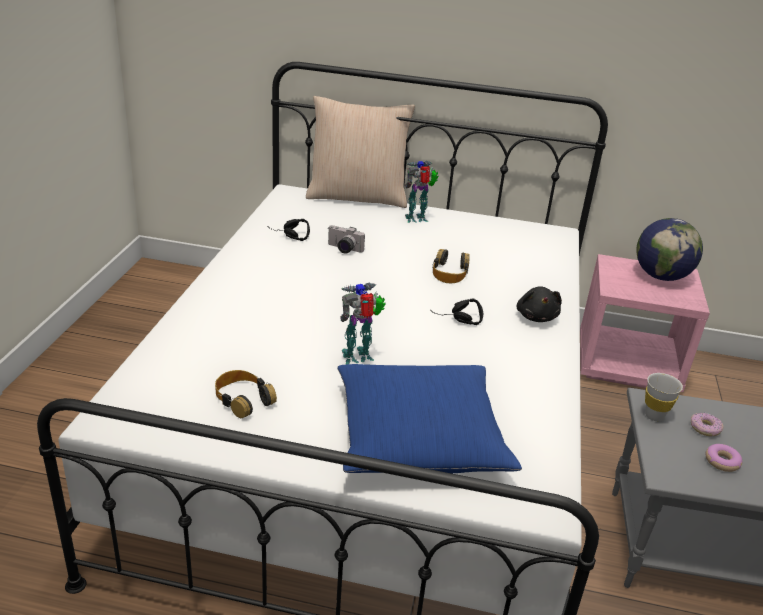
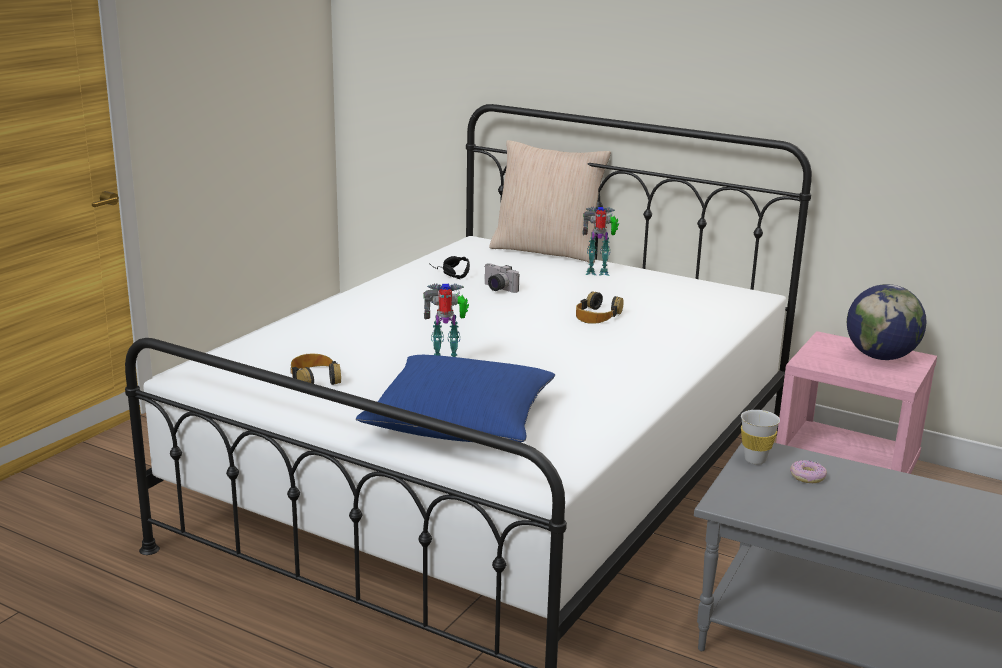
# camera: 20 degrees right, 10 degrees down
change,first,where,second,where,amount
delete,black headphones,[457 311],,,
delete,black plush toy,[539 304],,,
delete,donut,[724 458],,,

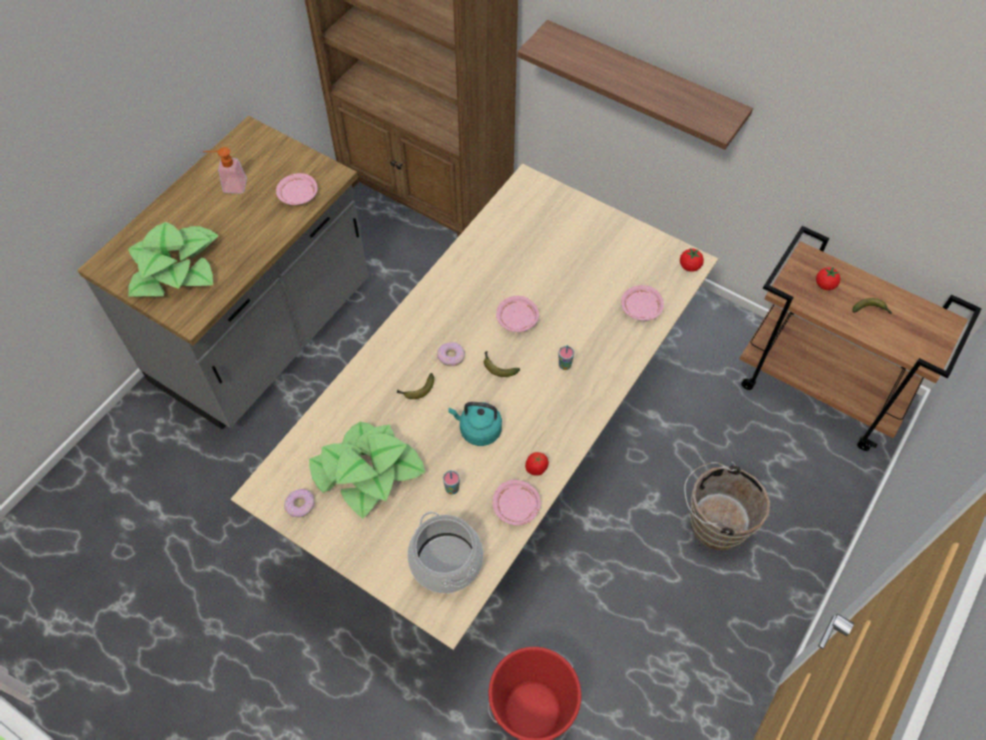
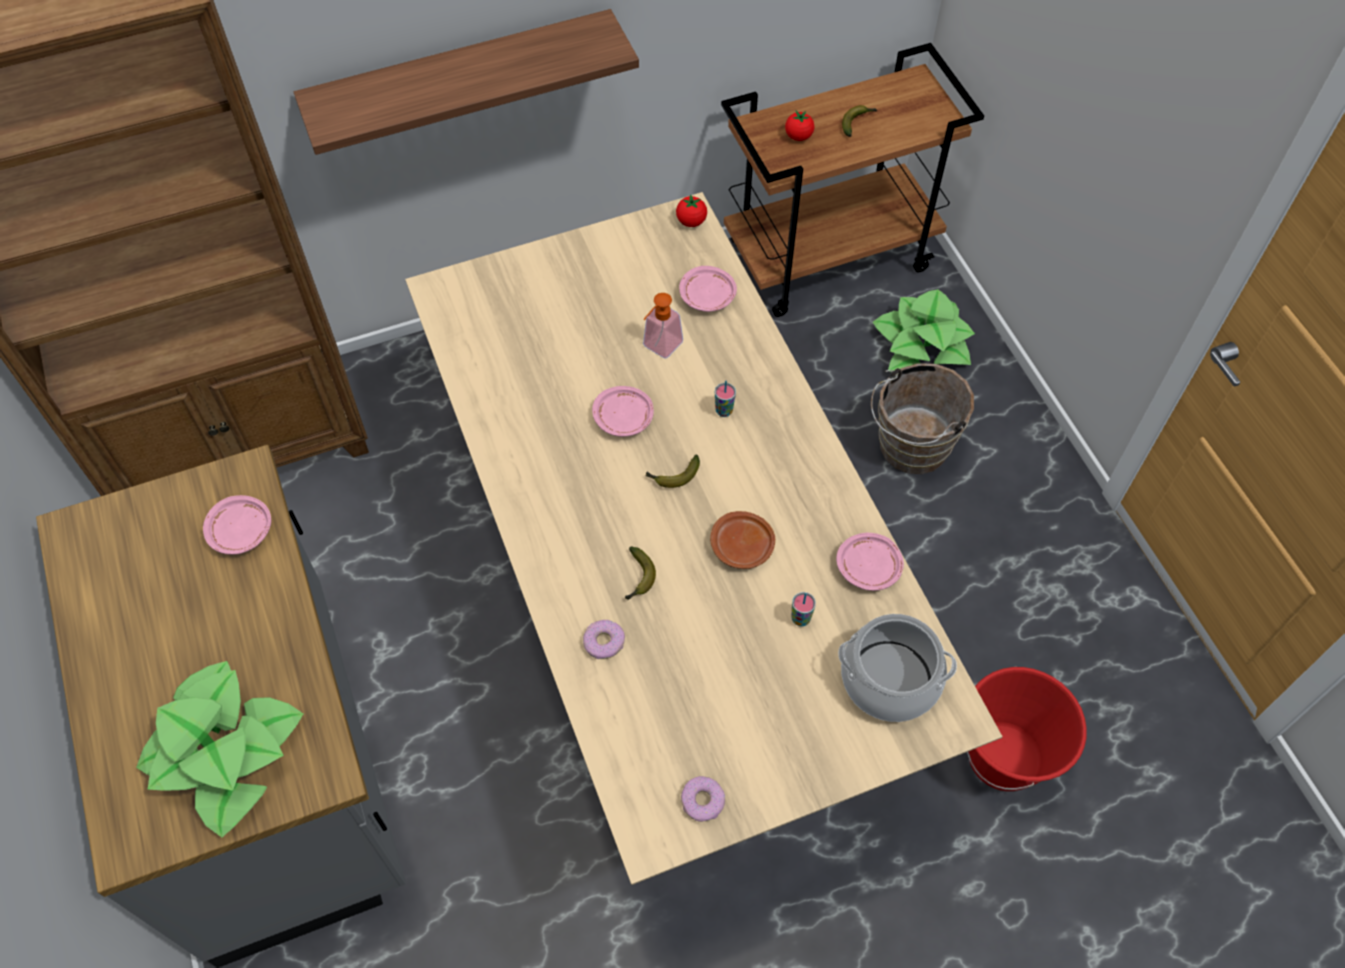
# camera: 55 degrees left, 0 degrees up
change,first,where,second,where,amount
move,donut,[451 354],,[604 639],
move,soap dispenser,[225 170],,[663 326],
replace,turquoise kettle,[475 424],brown plate,[742 540],
move,potted plant,[367 470],,[924 330],
delete,tomato,[537 464],,,

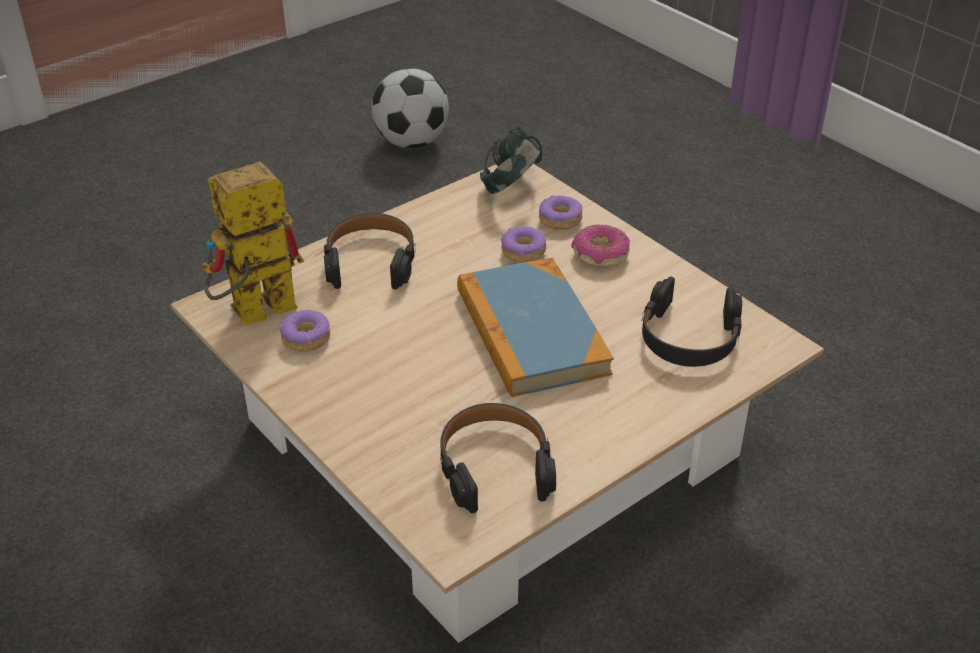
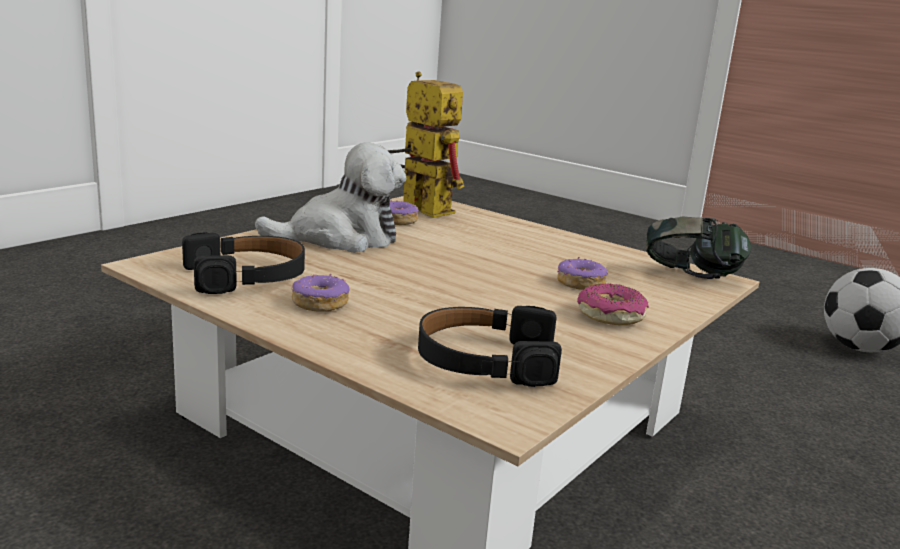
# camera: 75 degrees right, 20 degrees down
change,first,where,second,where,amount
insert,,,plush toy,[330 197],
move,donut,[560 212],,[321 293],
delete,black headphones,[370 251],,,
delete,book,[535 327],,,

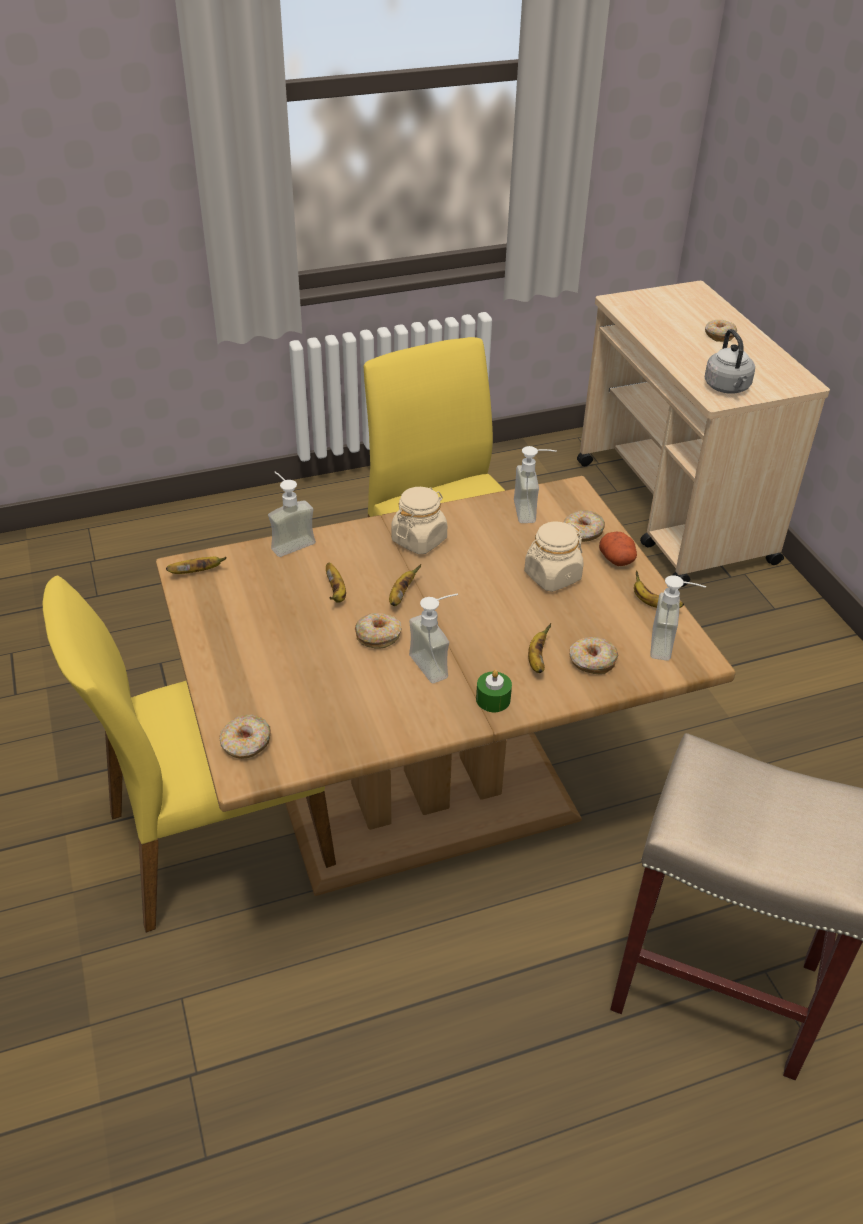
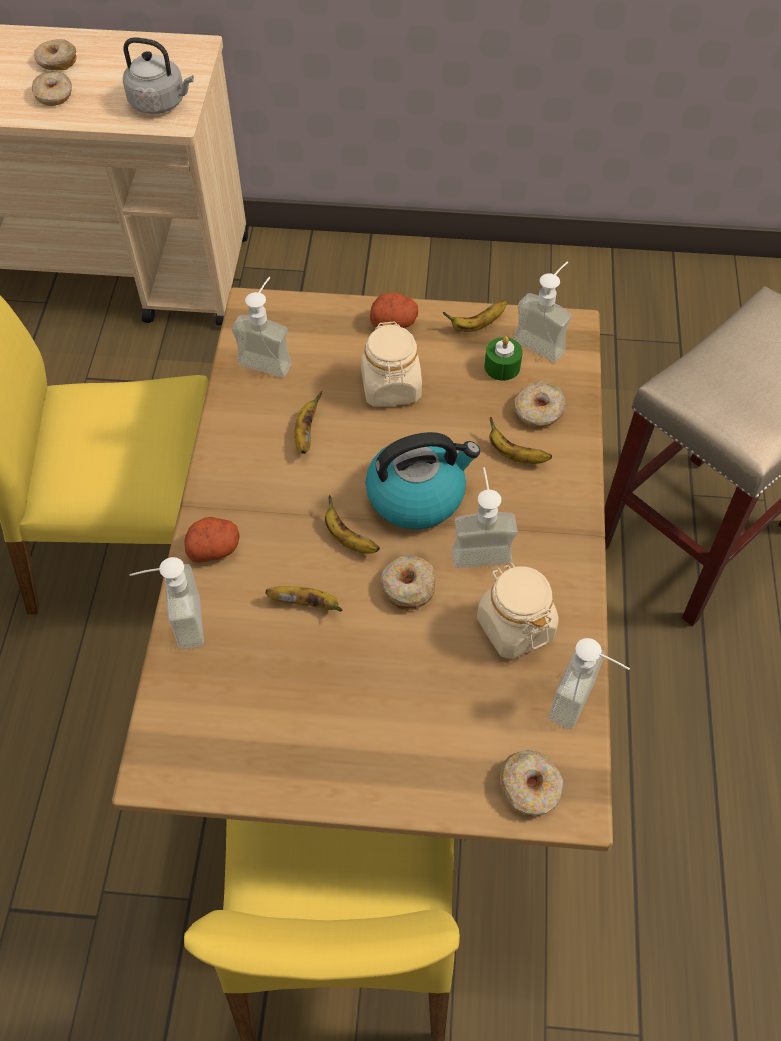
# camera: 65 degrees left, 15 degrees up
change,first,where,second,where,amount
move,donut,[584 526],,[52 88],
insert,,,potato,[211 540],
move,banana,[196 565],,[308 422],
insert,,,kettle,[422 481],
move,beige jar,[419 520],,[518 610],
move,green candle,[494 691],,[503 359],
insert,,,soap dispenser,[589 683],

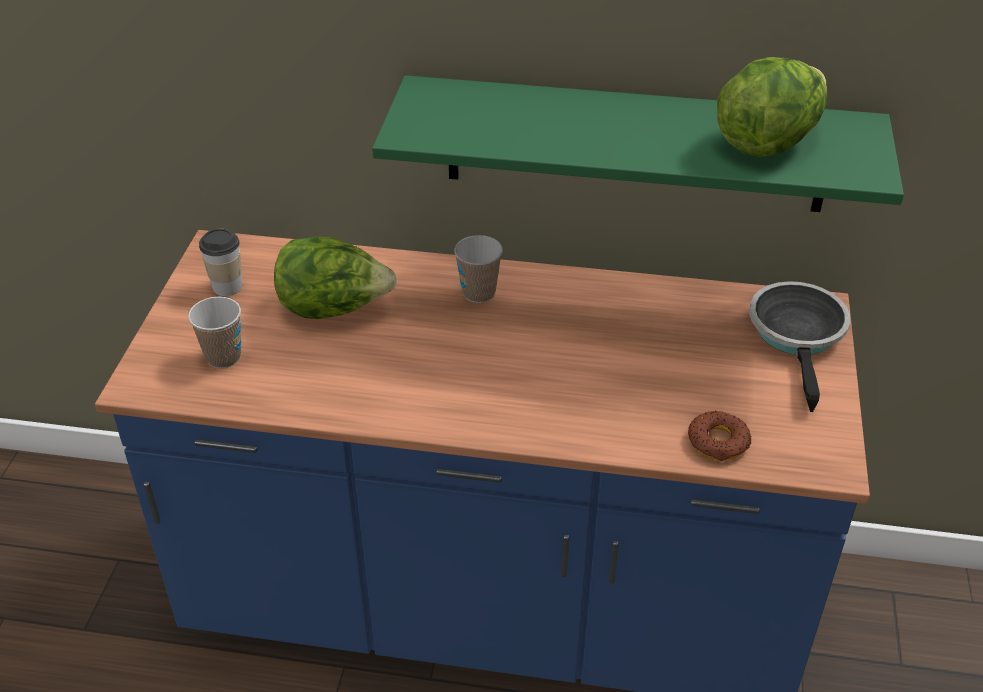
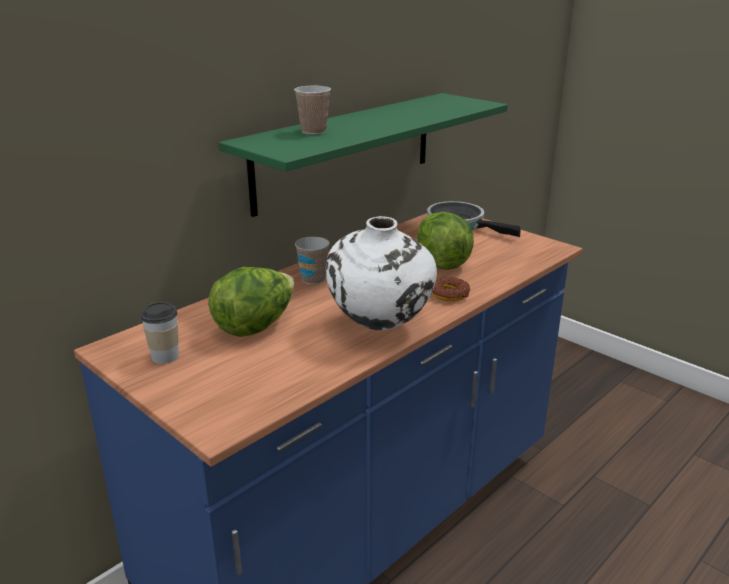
# camera: 55 degrees left, 15 degrees down
change,first,where,second,where,amount
move,cup,[214 332],,[312 110],
insert,,,white vase,[381 273],
move,lettuce,[772 107],,[445 241],
move,donut,[720 436],,[451 289],

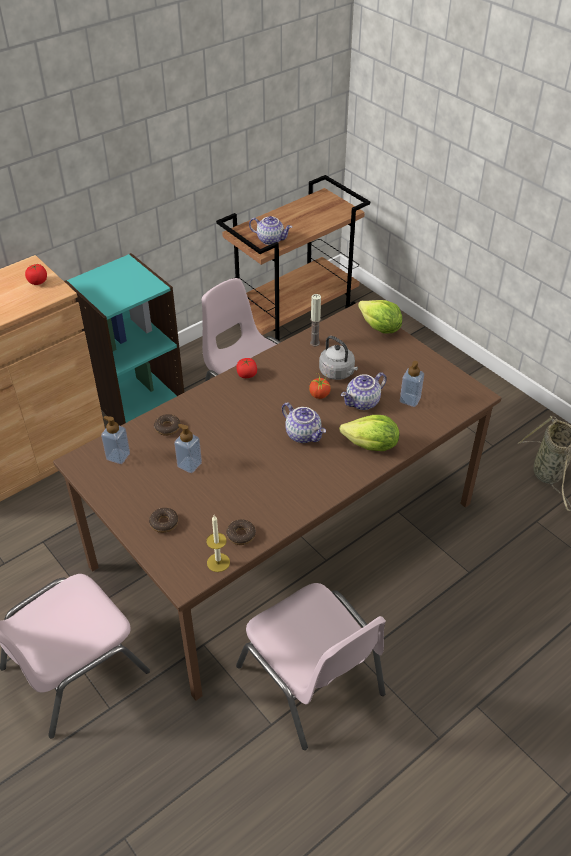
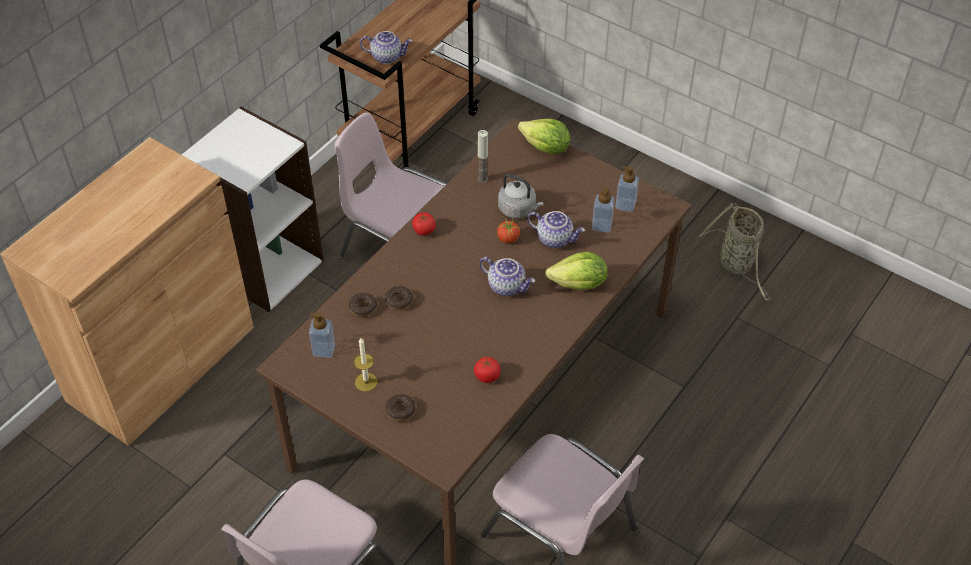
# camera: 15 degrees left, 5 degrees up
change,first,where,second,where,amount
recolor,turquoise bookcase,[124 339],white bookcase,[253 209],
move,candle,[218 543],,[366 364],
move,donut,[241 532],,[399 298],
move,tomato,[36 274],,[487 370],
rotate,teapot,[364 391],,[556 229],105 degrees counterclockwise
move,soap dispenser,[188 448],,[627 189],

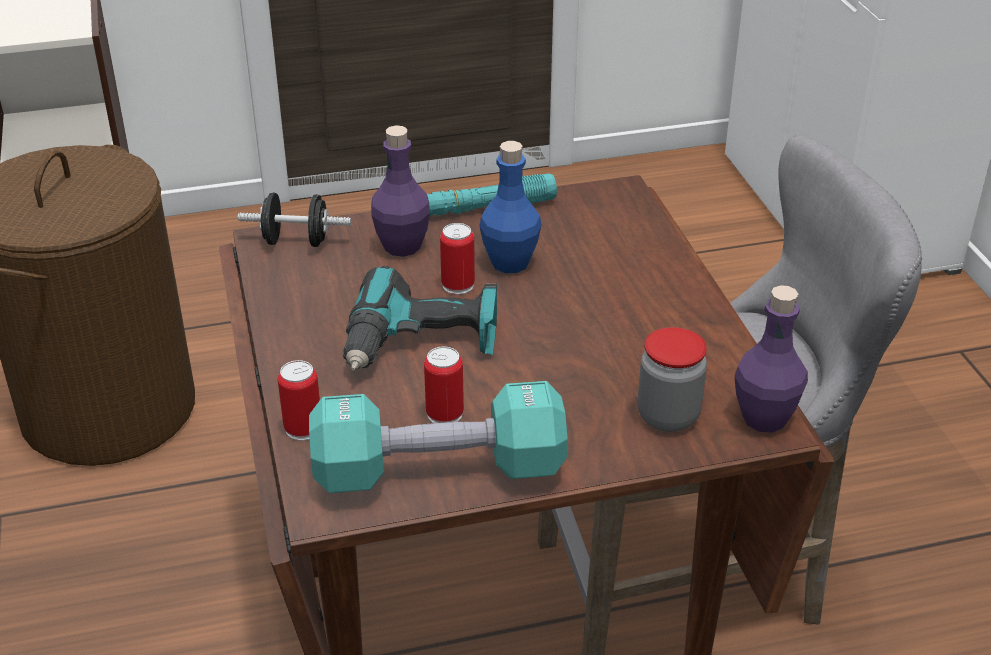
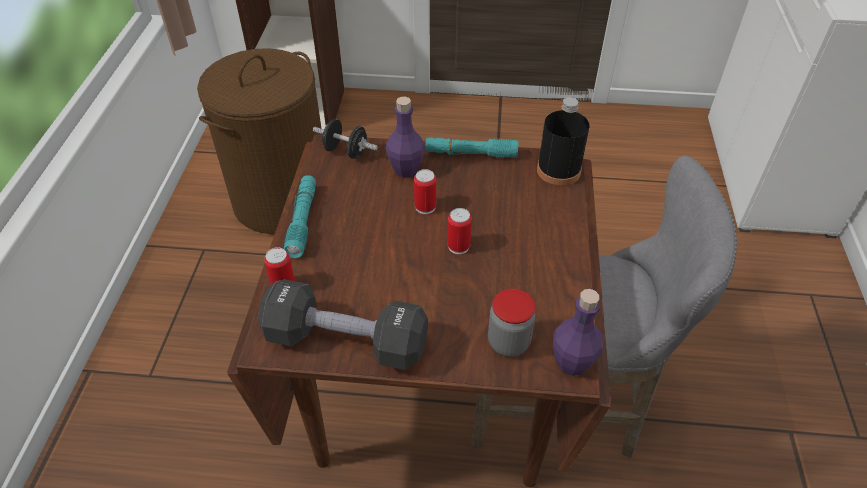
# camera: 20 degrees right, 10 degrees up
change,first,where,second,where,amount
recolor,turquoise dumbbell,[438 437],black dumbbell,[343 324],
insert,,,turquoise flashlight,[300 216],
move,can,[444 385],,[460 231],
insert,,,black bottle,[563 141],
delete,power drill,[420 318],,,
delete,blue bottle,[510 207],,,

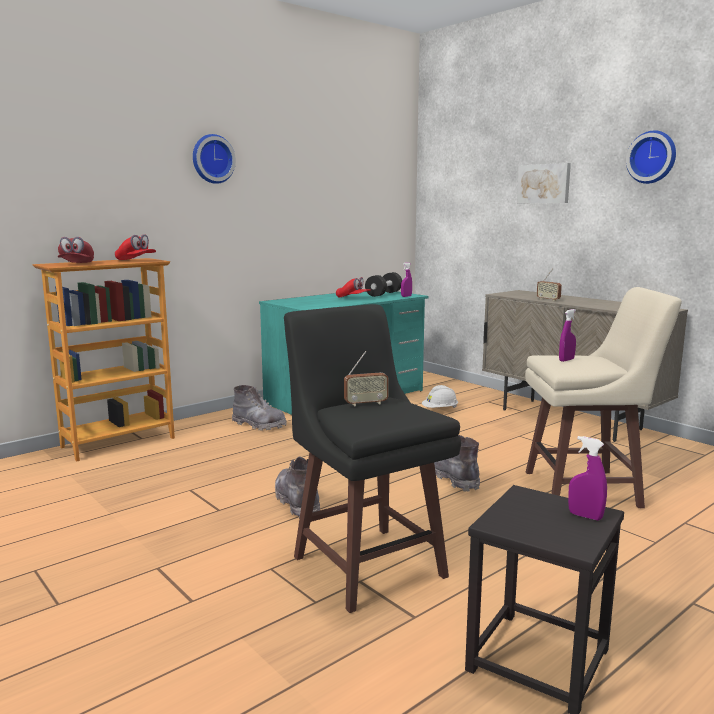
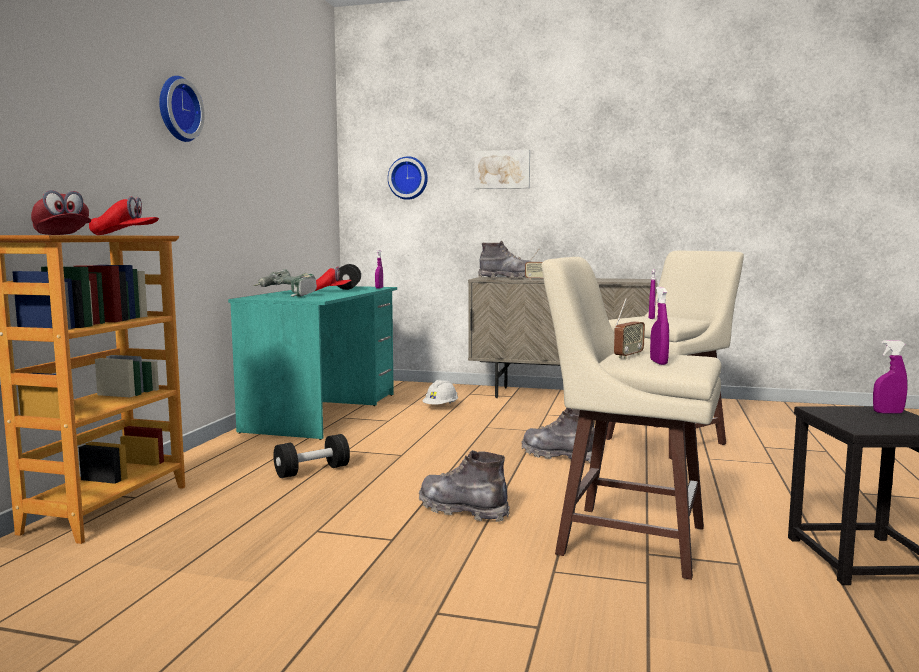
# camera: 35 degrees left, 5 degrees down
change,first,where,second,where,amount
insert,,,power drill,[285 283],
insert,,,black dumbbell,[311 456],
move,wall clock,[651 157],,[408 178],
move,grey boot,[259 408],,[505 260],
recolor,black stool,[372 458],beige stool,[631 418],
insert,,,purple spray bottle,[659 326],

